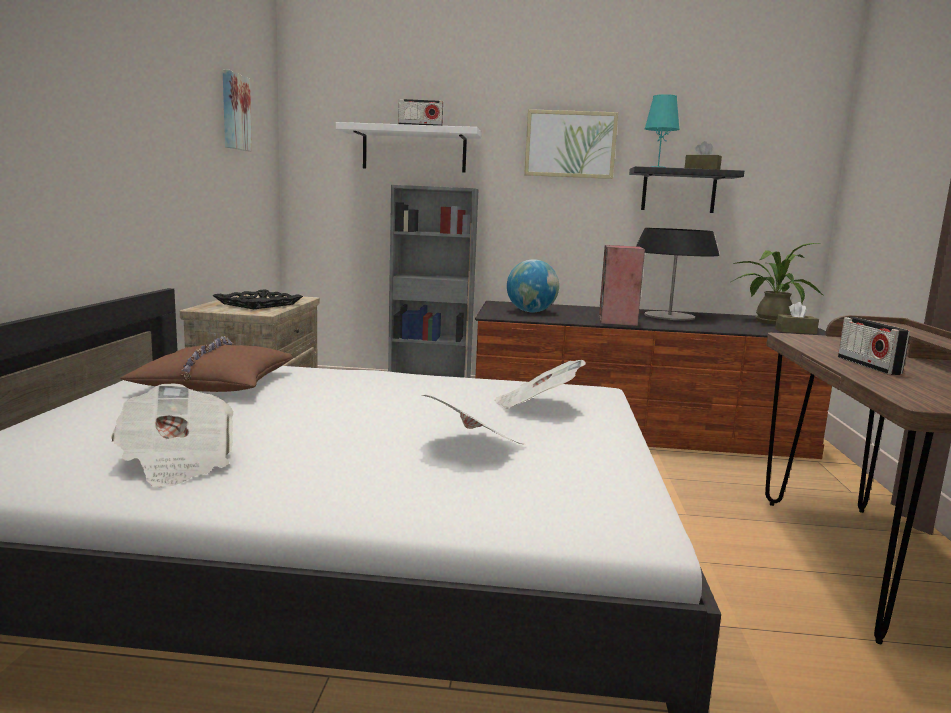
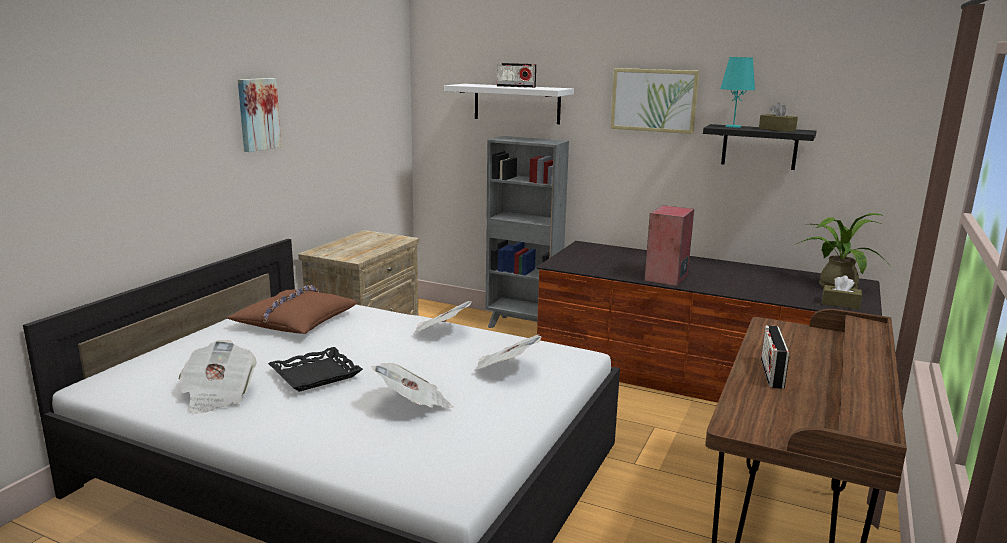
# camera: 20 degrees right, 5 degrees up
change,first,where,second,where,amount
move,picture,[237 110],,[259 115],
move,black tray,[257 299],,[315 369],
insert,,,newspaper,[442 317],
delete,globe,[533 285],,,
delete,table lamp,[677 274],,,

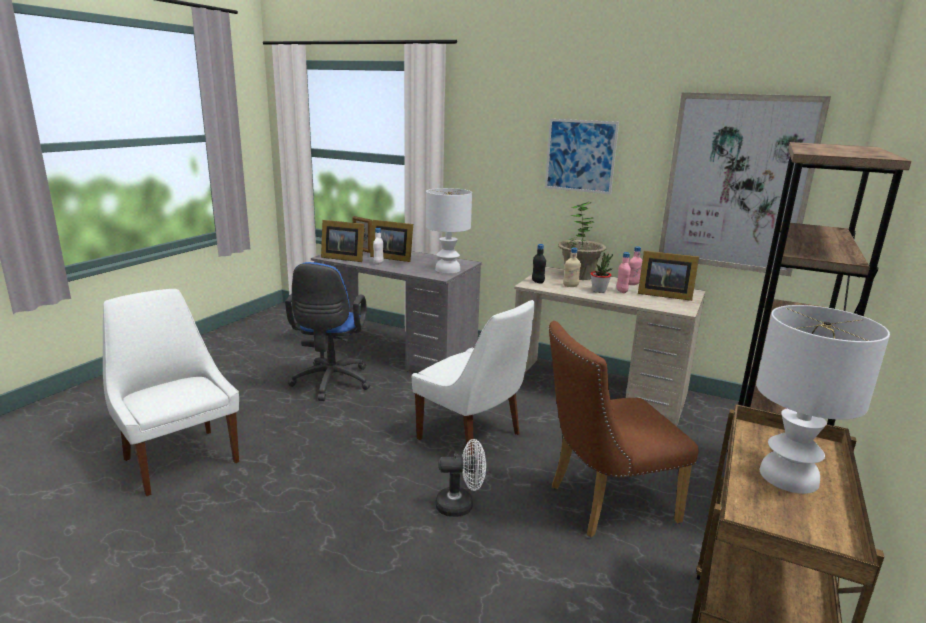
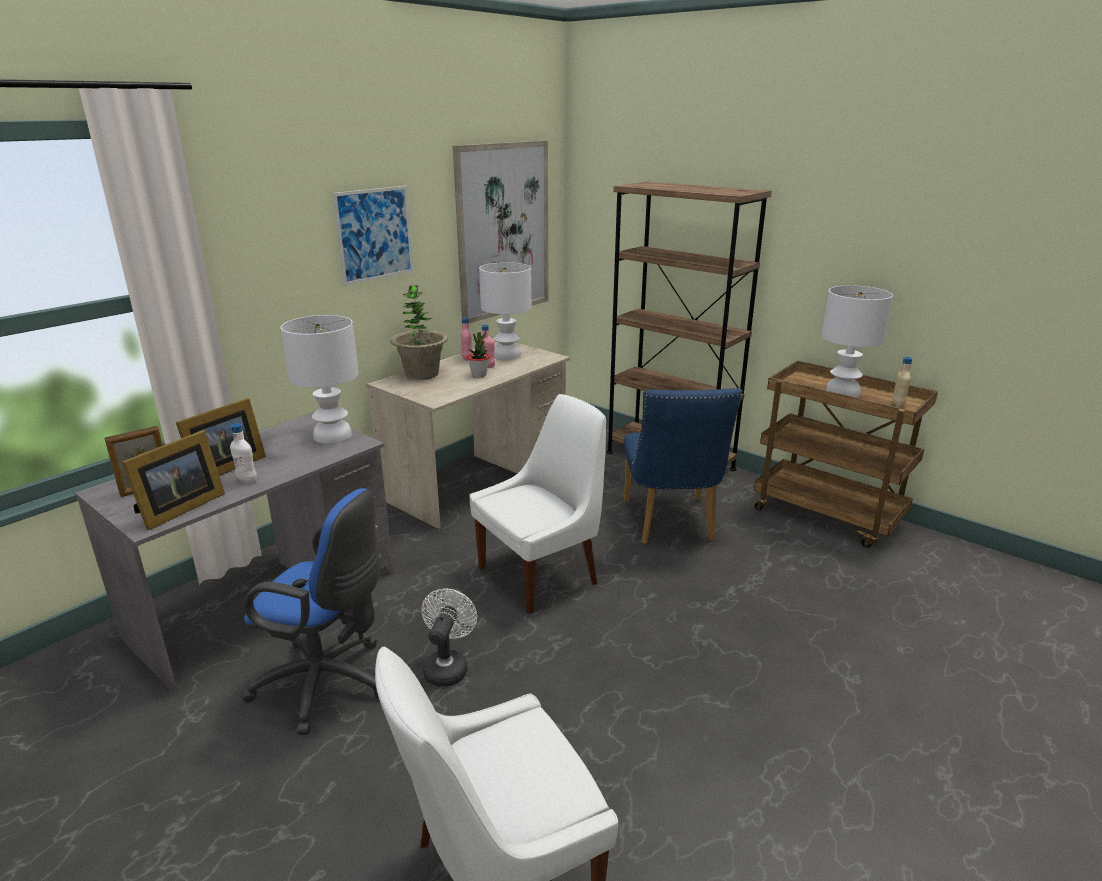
# camera: 75 degrees left, 5 degrees up
change,first,where,second,where,amount
move,white fan,[461 478],,[449 638],
replace,picture frame,[668 276],white table lamp,[505 311],
recolor,brown chair,[624 429],blue chair,[683 466],
move,beige bottle,[572 267],,[902 382],
delete,black bottle,[539 264],,,

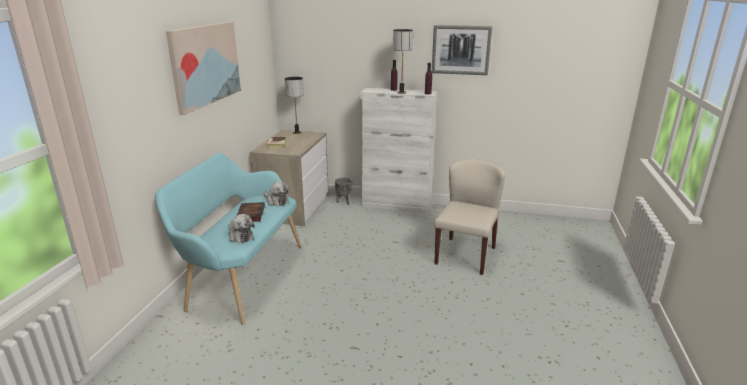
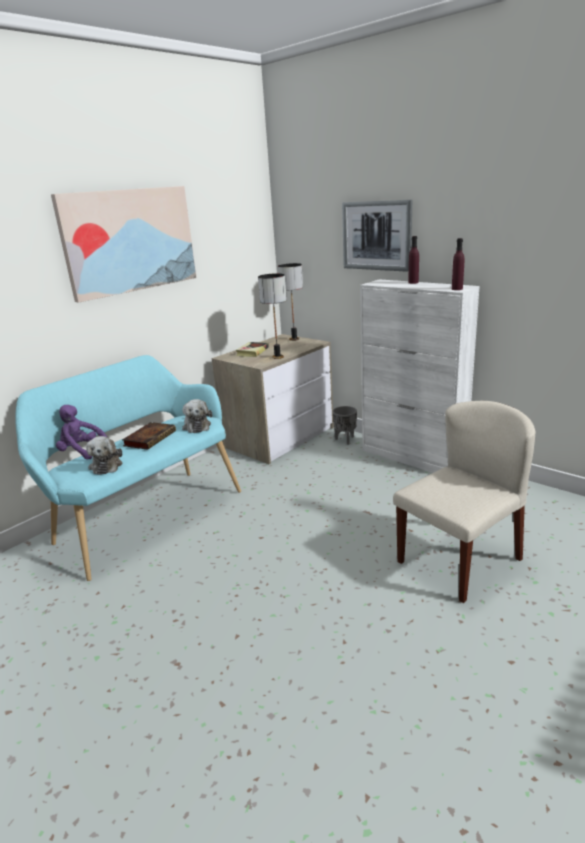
# camera: 30 degrees right, 0 degrees up
change,first,where,second,where,amount
insert,,,purple plush toy,[81 432],
move,table lamp,[403 61],,[272 316],
move,picture,[462 50],,[377 236],

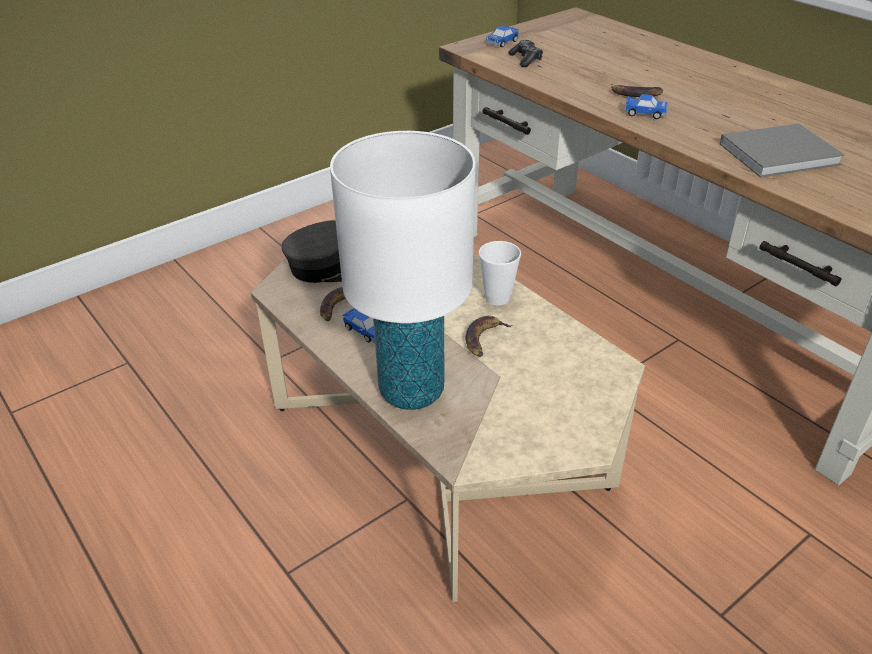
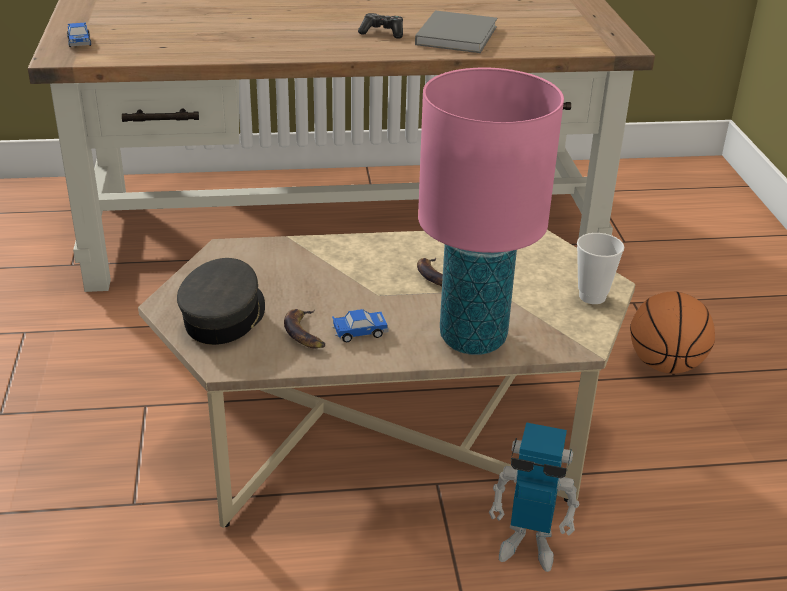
# camera: 60 degrees left, 5 degrees down
change,first,where,second,where,amount
move,game controller,[525 53],,[380 26],
recolor,white table lamp,[403 270],pink table lamp,[491 211],
insert,,,toy robot,[534 497],
move,cup,[500 273],,[600 268],
insert,,,basketball,[672 332],
delete,banana,[637 91],,,
delete,toy car,[646 106],,,

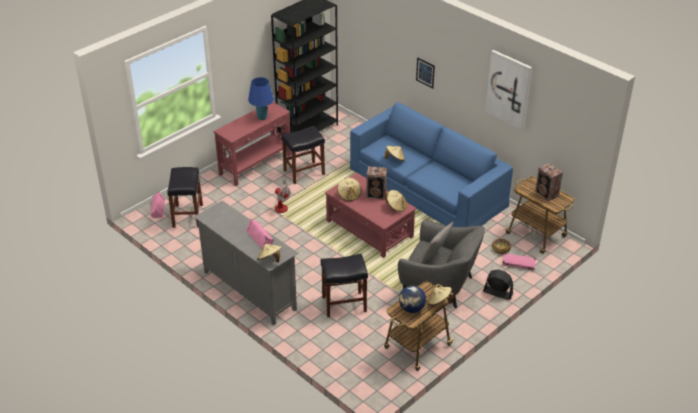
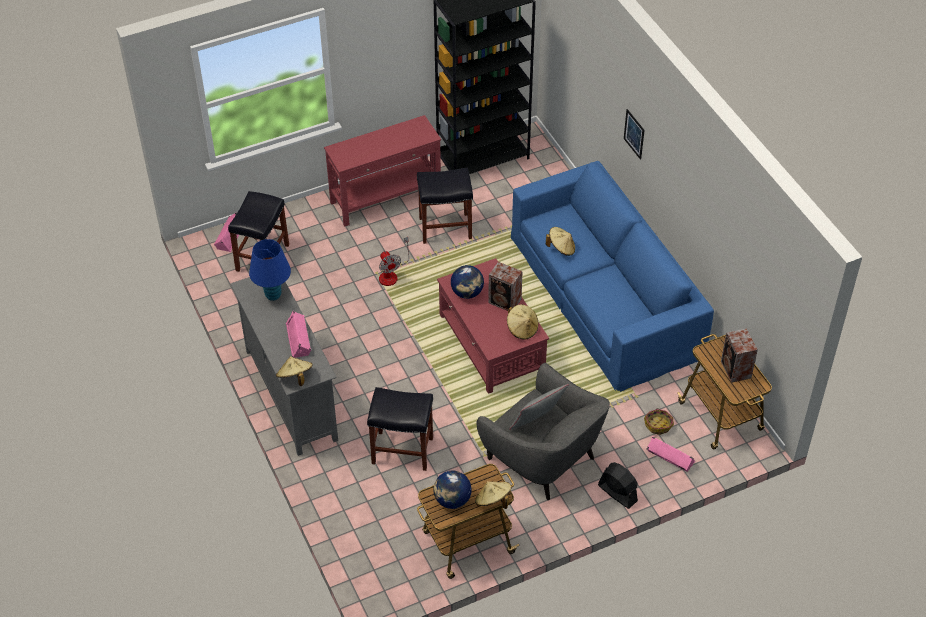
# camera: 20 degrees right, 10 degrees up
change,first,where,second,where,amount
move,blue table lamp,[261 98],,[270 270],
replace,beige hat,[349 189],globe,[467 282],
delete,picture,[508 90],,,

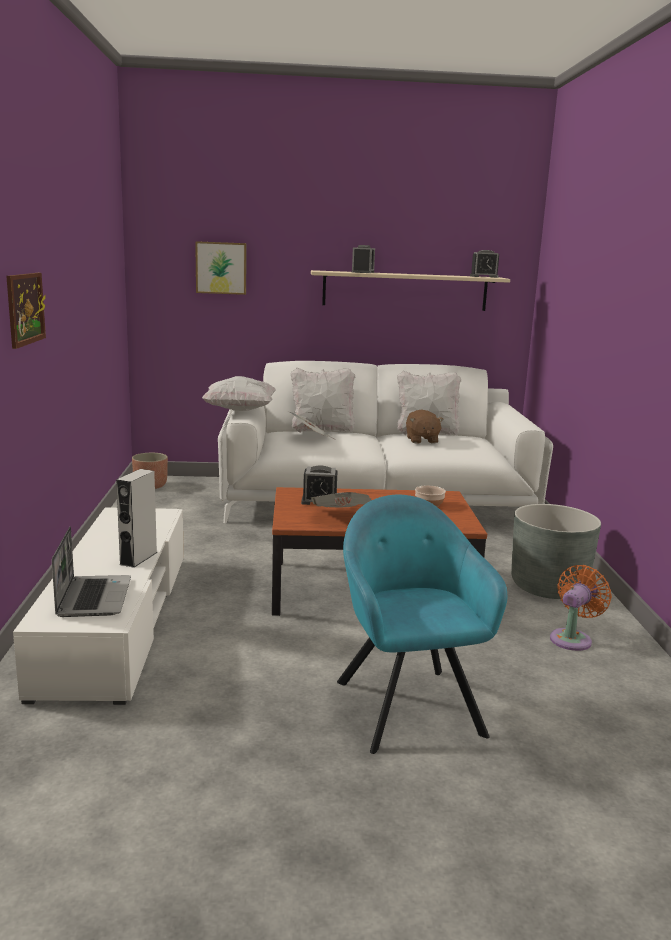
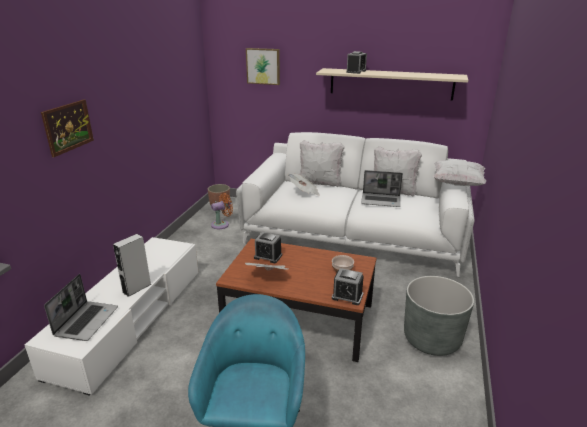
# camera: 20 degrees right, 10 degrees up
change,first,where,second,where,amount
move,orange fan,[581 608],,[222 211],
move,alarm clock,[484 264],,[348 286],
replace,brown plush toy,[425 427],laptop,[382 188],
move,white pillow,[239 393],,[459 173],

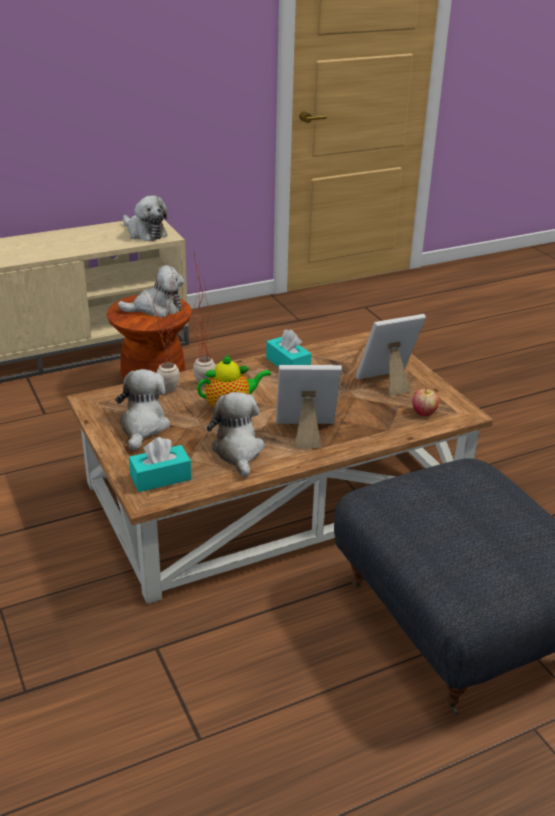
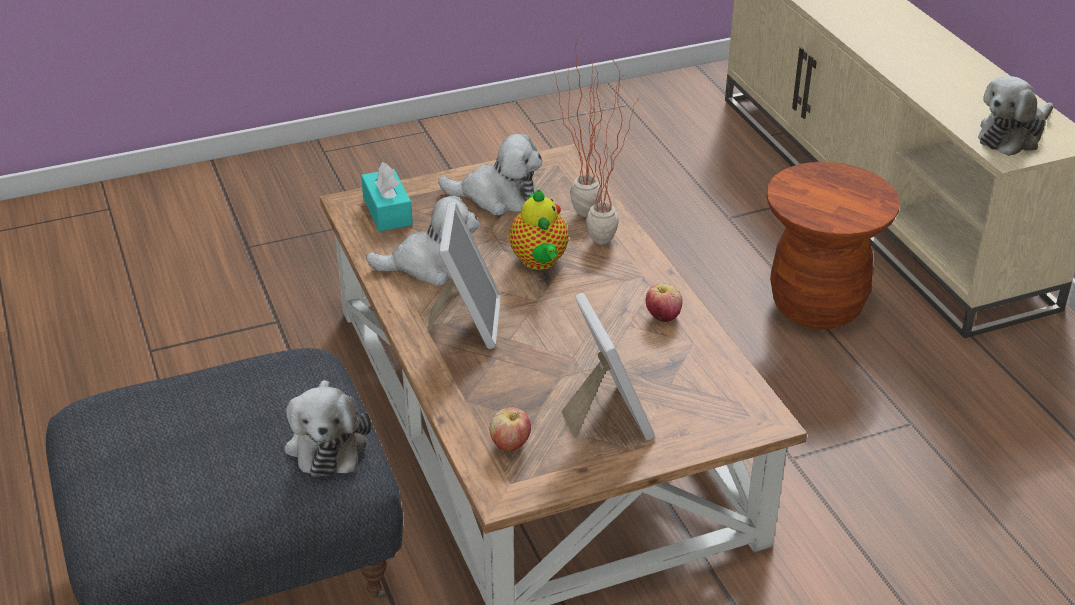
# camera: 95 degrees right, 5 degrees up
change,first,where,second,where,amount
move,plush toy,[151 291],,[327 428],
replace,turquoise tissue box,[288 348],apple,[664 302],

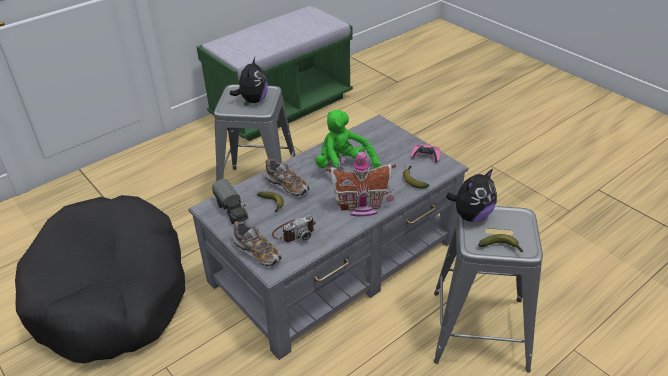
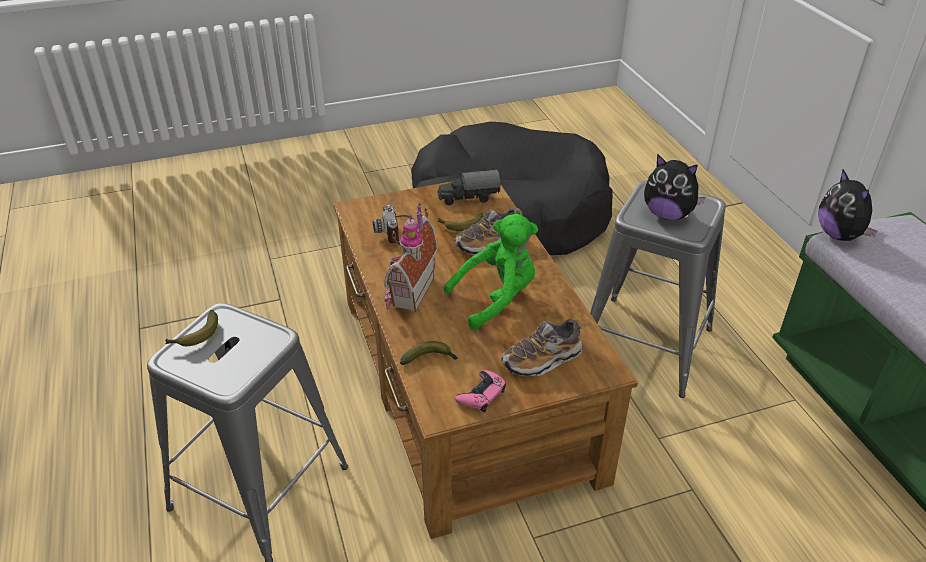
# camera: 110 degrees right, 0 degrees up
change,first,where,second,where,amount
recolor,grey coffee table,[328 237],brown coffee table,[485 360],
move,shoe,[257 244],,[541 347],
move,plush toy,[471 195],,[848 205],

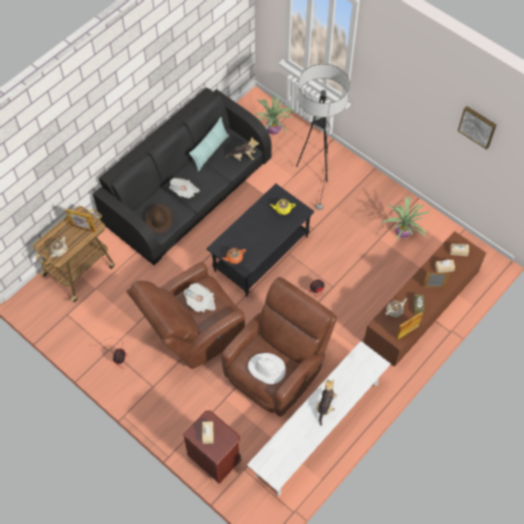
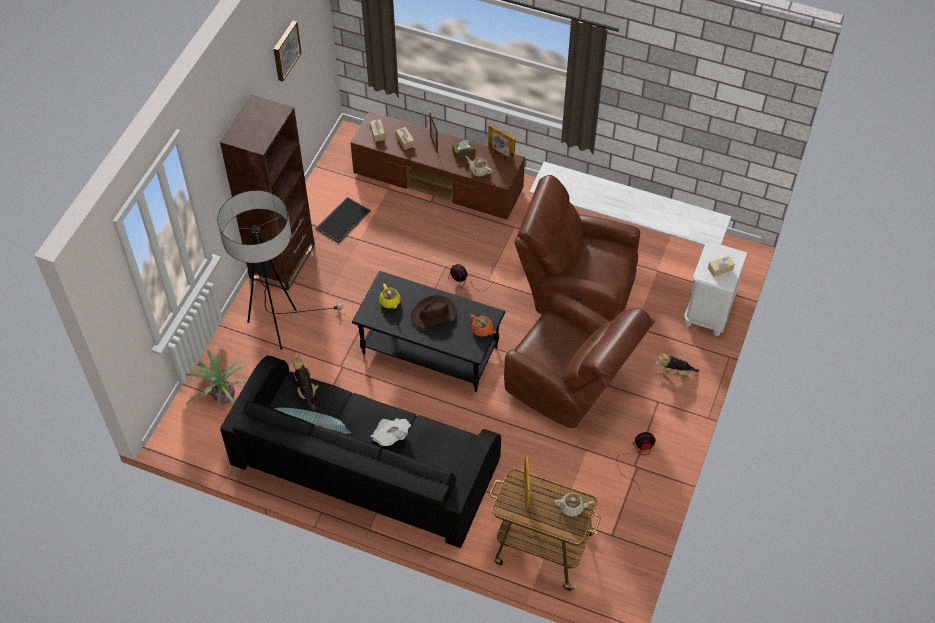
# camera: 110 degrees left, 5 degrees down
change,first,where,second,where,amount
insert,,,brown bookcase,[267 193],
replace,potted plant,[405 218],tray,[343 220],
move,brown hat,[159 219],,[434 312],
move,plush toy,[327 402],,[677 364],
recolor,brown nightstand,[212 447],white nightstand,[715 289],
delete,newspaper,[199 297],,,
delete,white hat,[267 368],,,

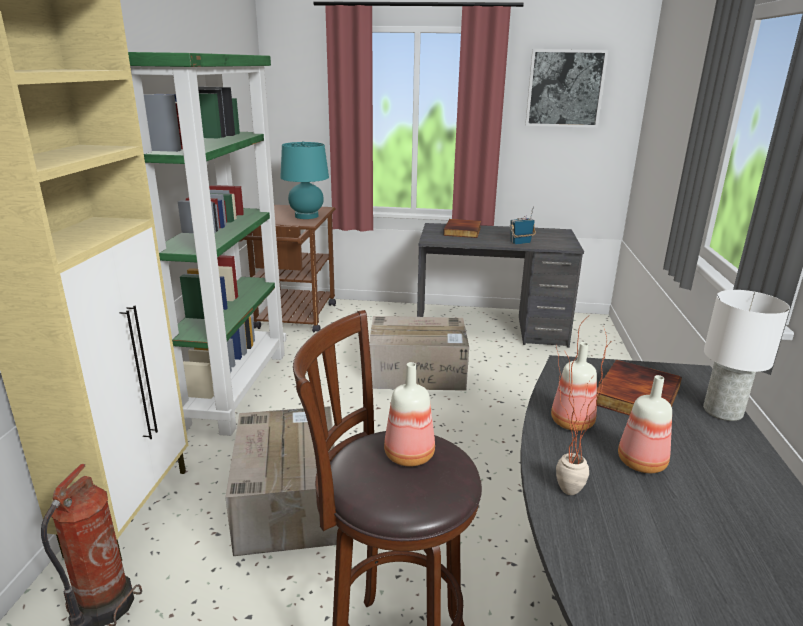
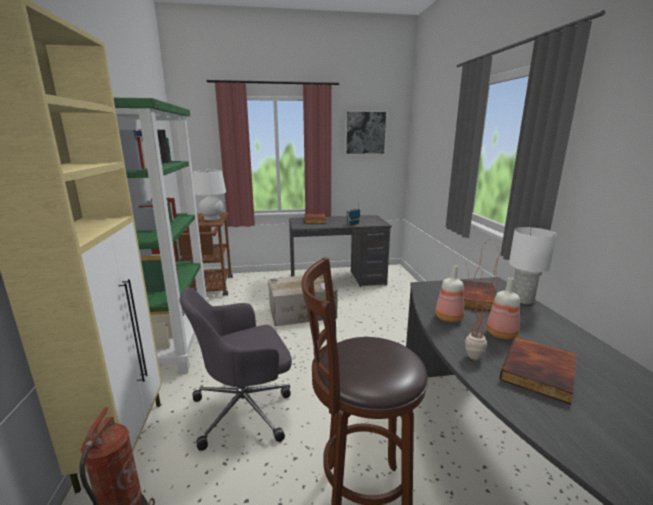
# camera: 15 degrees left, 5 degrees down
change,first,where,second,where,amount
replace,cardboard box,[281 481],grey office chair,[236 369],
recolor,turquoise table lamp,[304 180],white table lamp,[209 194],
insert,,,book,[538 371],
delete,bottle,[409 414],,,

